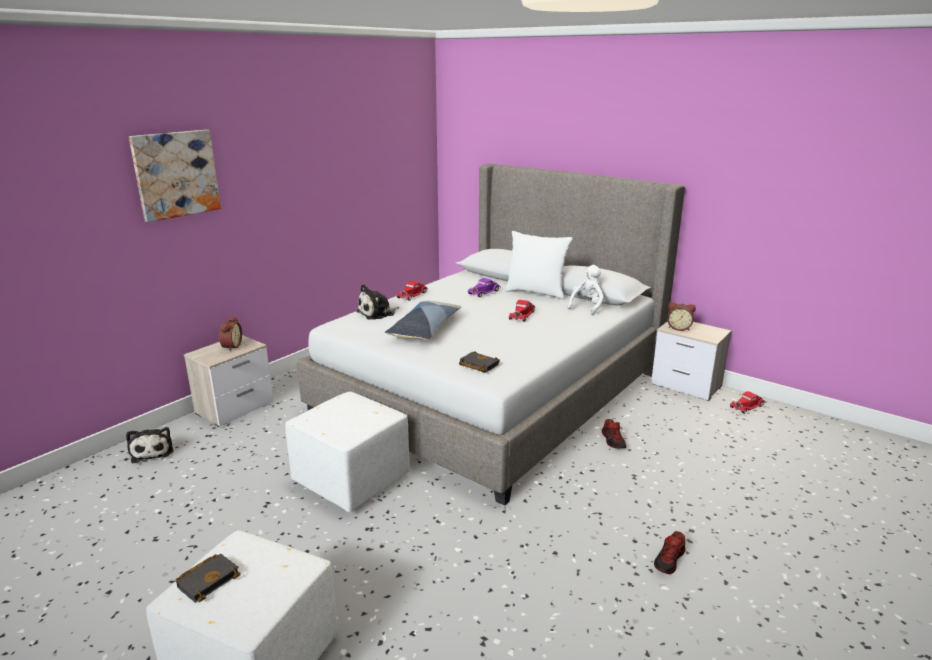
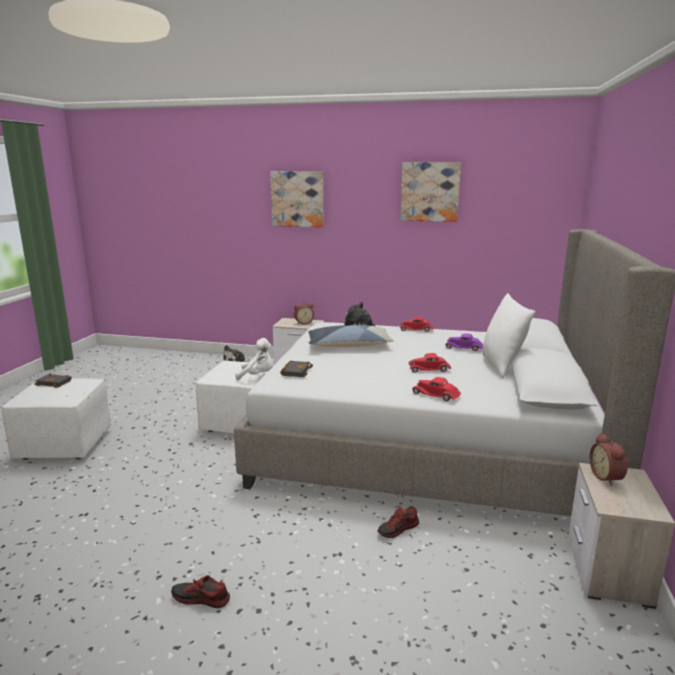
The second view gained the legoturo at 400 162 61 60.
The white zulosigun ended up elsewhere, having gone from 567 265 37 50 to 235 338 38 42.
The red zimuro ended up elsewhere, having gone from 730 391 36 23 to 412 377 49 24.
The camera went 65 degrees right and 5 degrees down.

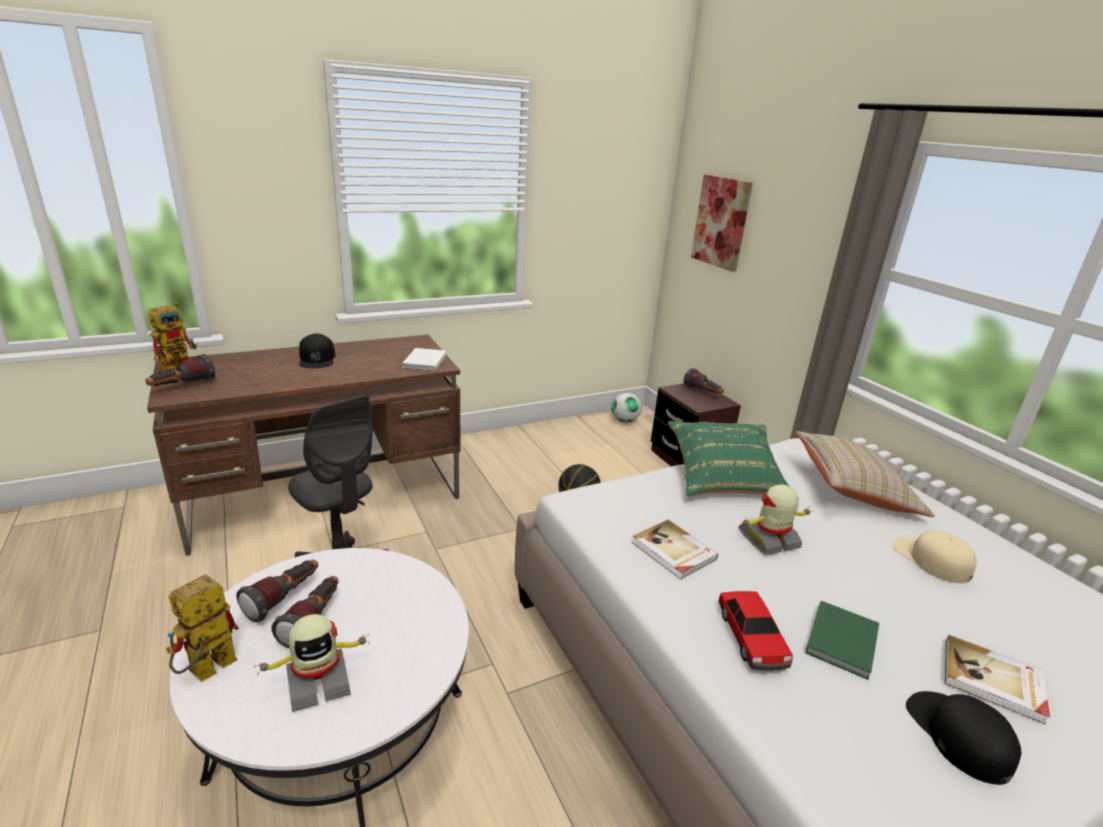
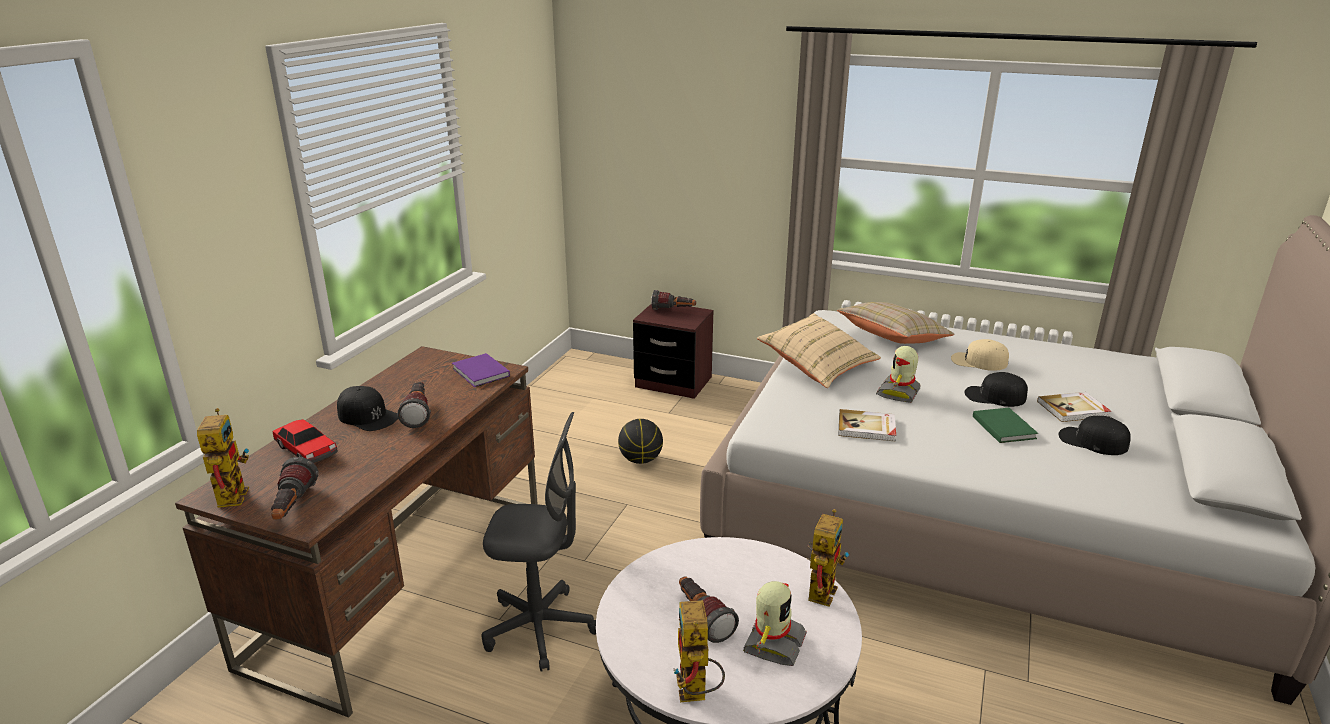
The second view lost the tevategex at 611 393 31 30.
The second view lost the legoturo at 691 174 62 98.
The second view gained the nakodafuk at 808 509 41 98.
The second view gained the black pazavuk at 964 372 64 35.
The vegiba ended up elsewhere, having gone from 236 559 82 63 to 397 382 34 46.
The zimuro ended up elsewhere, having gone from 719 591 74 80 to 273 419 64 44.
What was the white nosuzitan at 403 348 43 23 turned into the purple nosuzitan at 452 353 58 34.
What was the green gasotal at 668 421 122 76 turned into the beige gasotal at 757 313 124 75.
The camera went 40 degrees left and 0 degrees up.

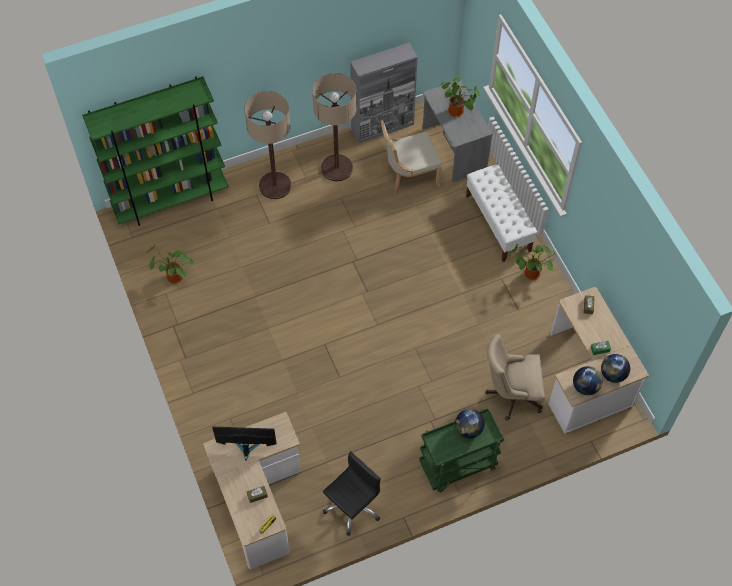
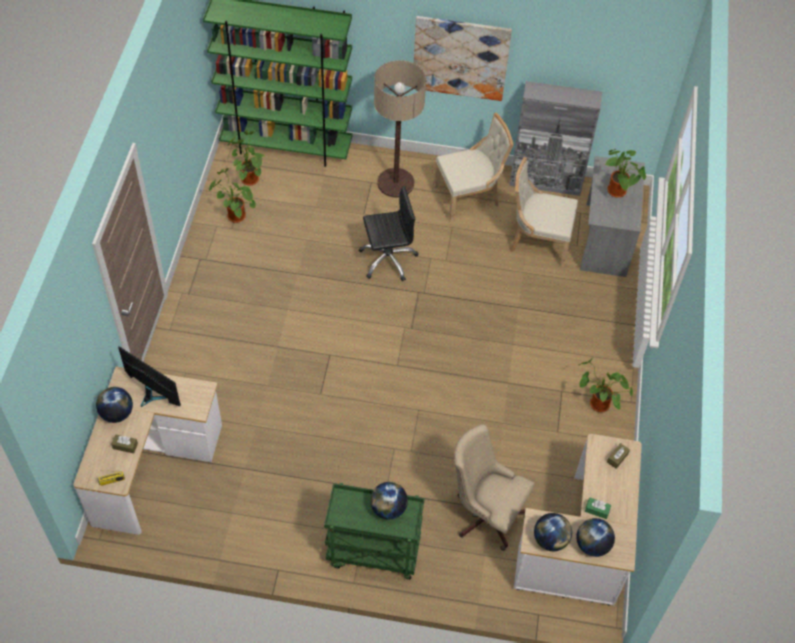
The second view lost the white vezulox at 466 164 72 98.
The second view gained the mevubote at 96 387 37 36.
The second view gained the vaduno at 227 130 38 56.
The second view gained the legoturo at 414 16 98 85.
The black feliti ended up elsewhere, having gone from 323 451 58 85 to 359 186 60 95.
Where the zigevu stood at 312 73 45 109, the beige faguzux came to stand at 433 113 81 110.
The camera went 30 degrees right and 5 degrees down.

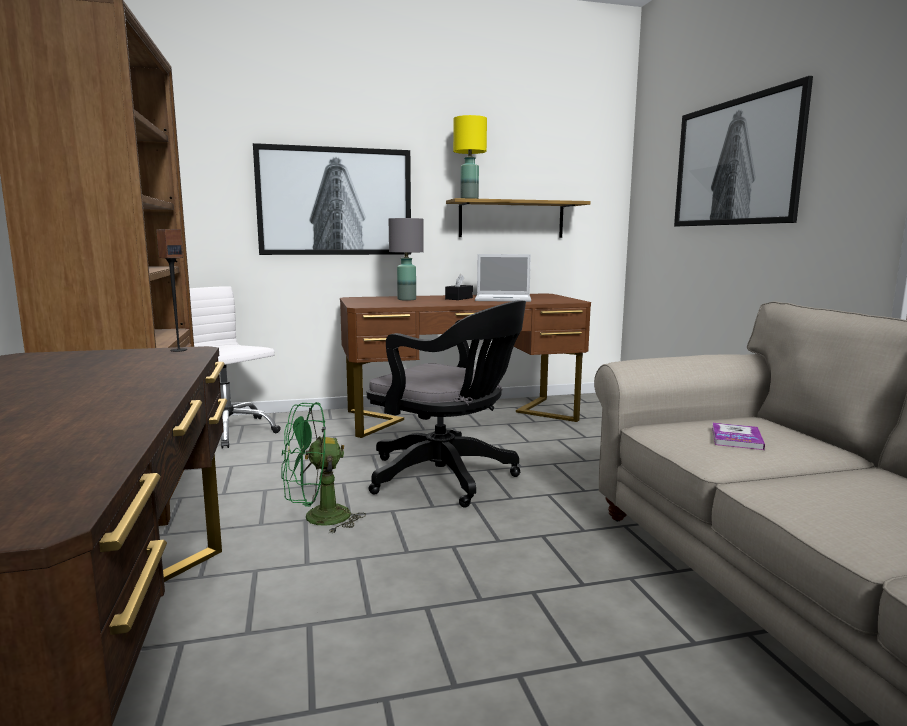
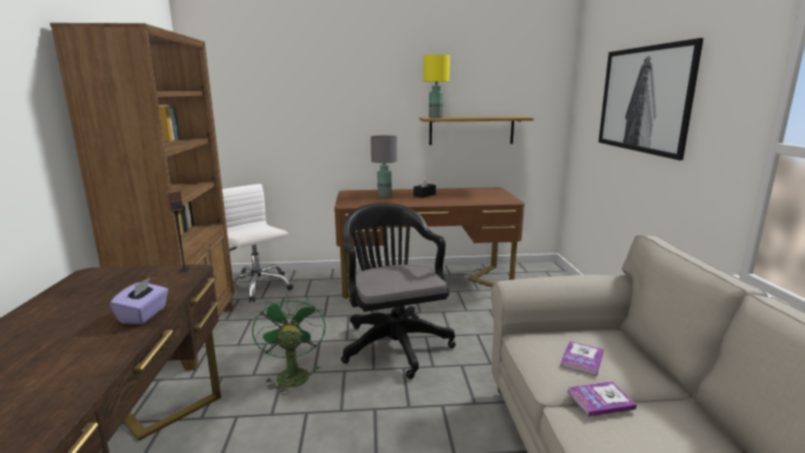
The second view lost the legoturo at 253 143 158 112.
The second view lost the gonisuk at 475 254 56 48.
The second view gained the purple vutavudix at 110 277 58 47.
The second view gained the nosuzitan at 567 381 70 36.
The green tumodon at 282 402 84 132 ended up facing another way, 90 degrees clockwise from before.
The black feliti at 367 300 159 207 ended up facing another way, 150 degrees counterclockwise from before.
The camera went 10 degrees right and 5 degrees up.

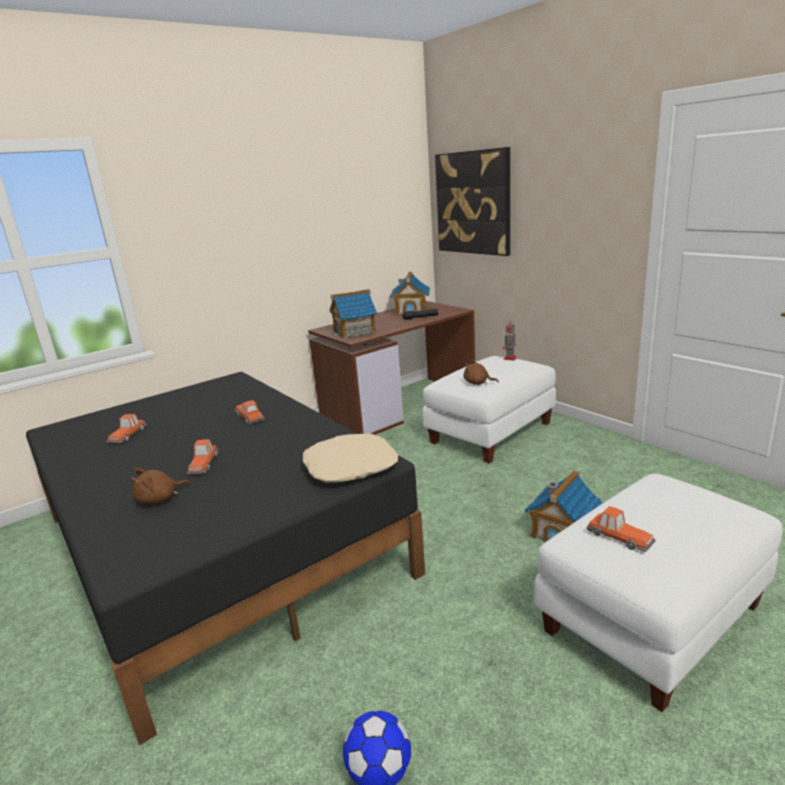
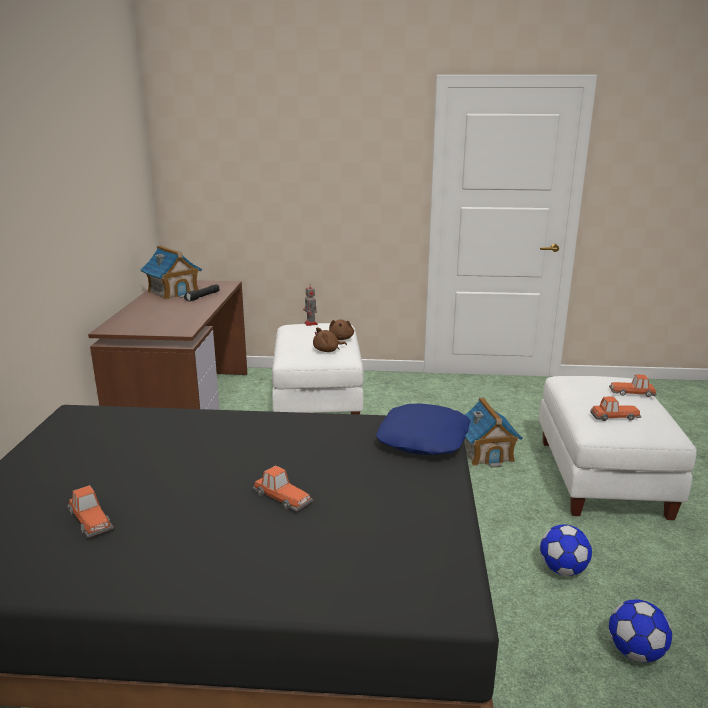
The second view lost the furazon at 330 289 47 50.
The second view lost the legoturo at 435 147 75 109.
The second view gained the tevategex at 540 524 52 52.
The brown zulosigun ended up elsewhere, having gone from 130 468 60 36 to 329 319 25 21.
The zimuro ended up elsewhere, having gone from 235 400 29 24 to 609 374 48 23.
What was the beige gasotal at 303 433 95 50 turned into the blue gasotal at 376 403 94 52.
The camera went 50 degrees left and 0 degrees up.

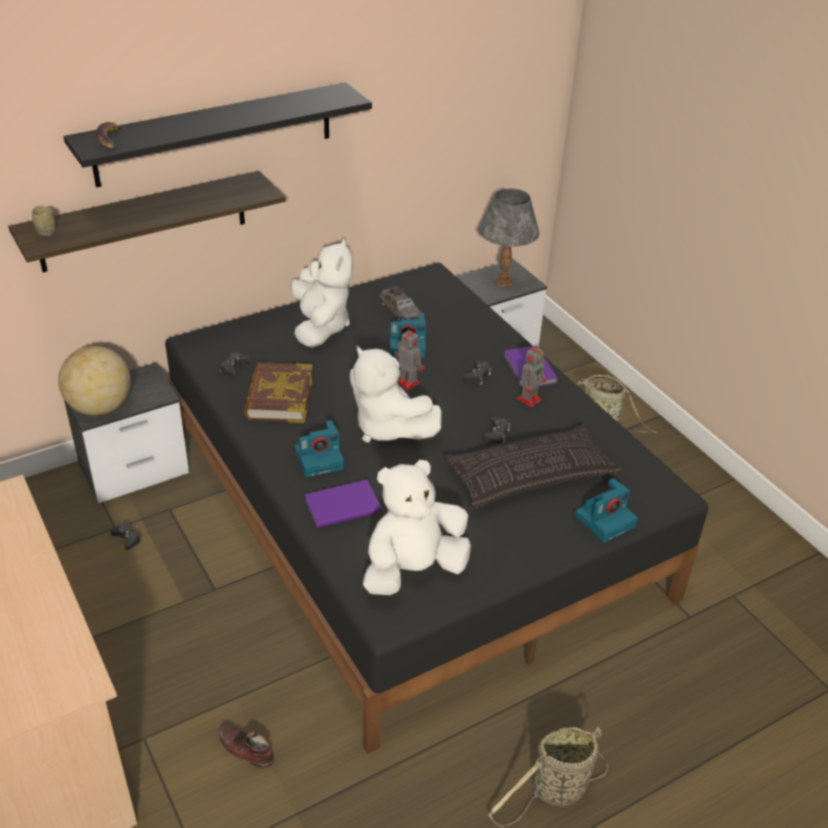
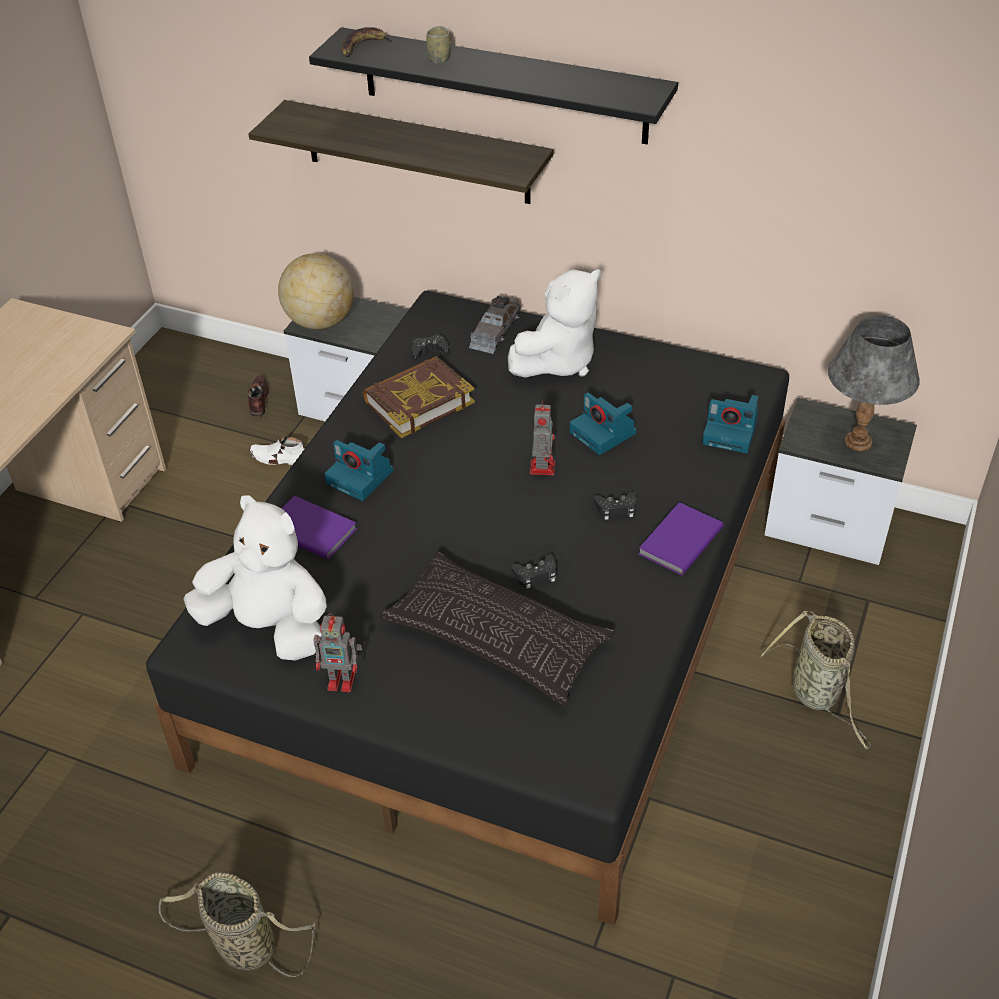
The second view lost the white zulosigun at 349 346 93 97.
The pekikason ended up elsewhere, having gone from 32 206 24 30 to 426 26 25 38.
The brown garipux ended up elsewhere, having gone from 218 724 56 45 to 248 375 21 42.
The grey zimuro ended up elsewhere, having gone from 379 286 45 36 to 469 295 51 59.
The nakodafuk ended up elsewhere, having gone from 517 343 30 64 to 314 614 48 78.
The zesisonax ended up elsewhere, having gone from 575 478 63 64 to 702 395 57 58.
Where the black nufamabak stood at 110 522 32 28, the white garipux came to stand at 249 436 56 29.
The camera went 55 degrees right and 5 degrees up.

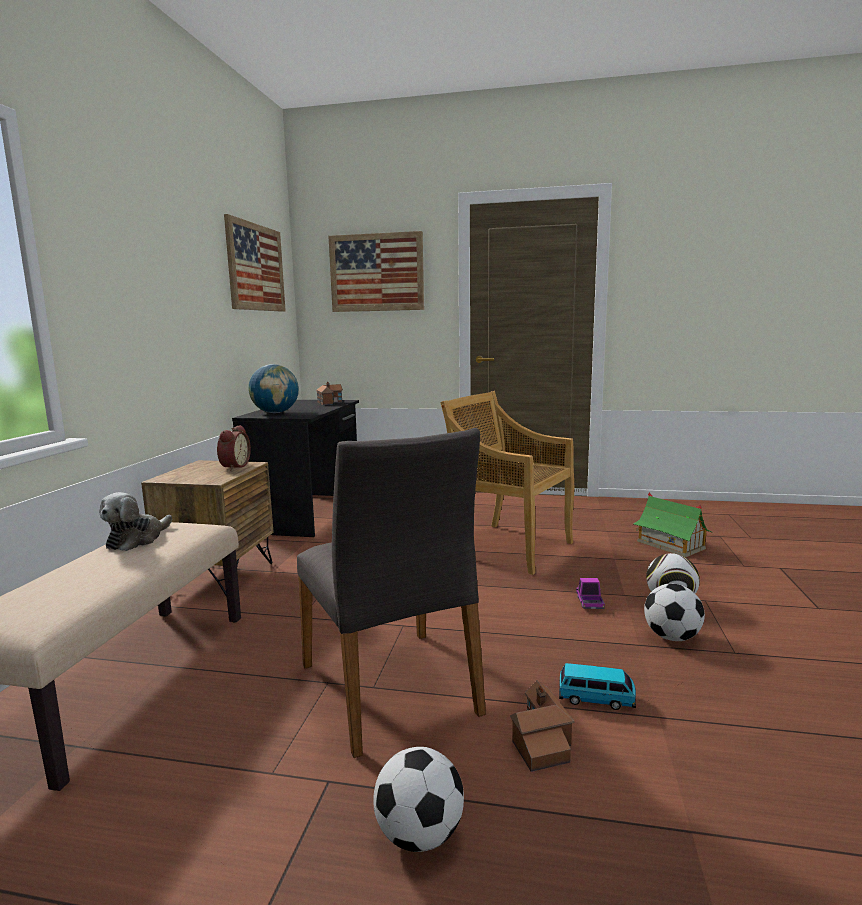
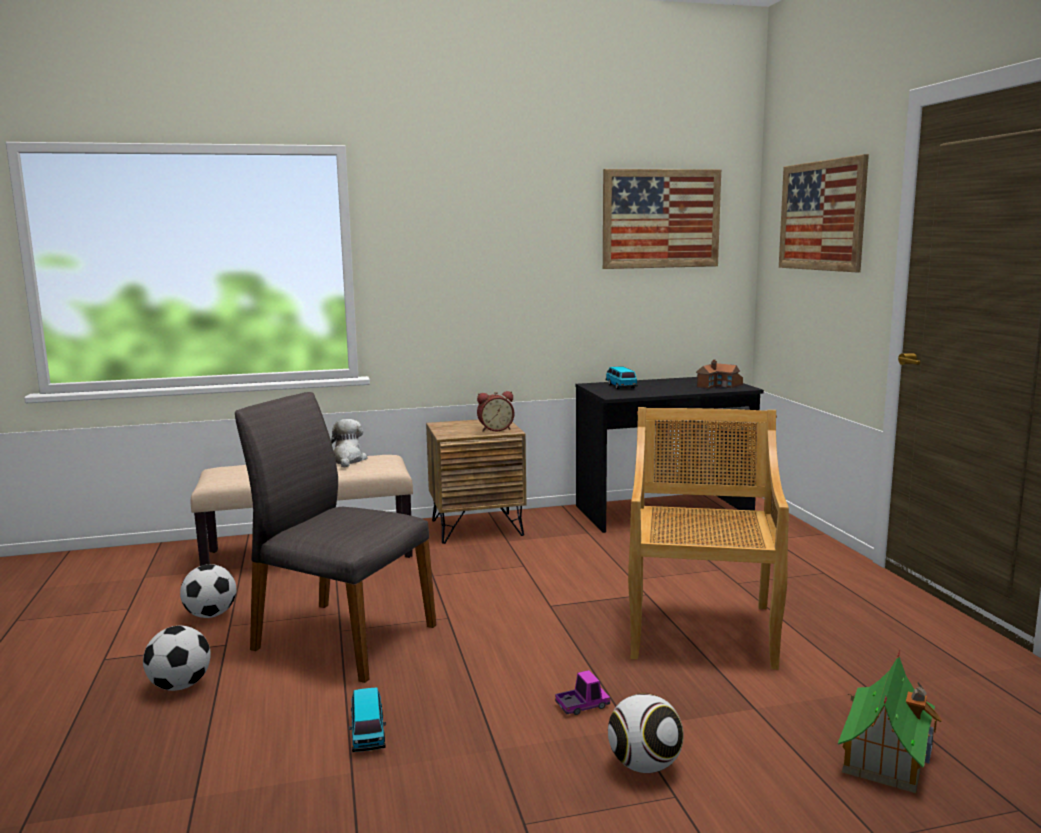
The second view lost the furazon at 510 680 65 92.
The tevategex ended up elsewhere, having gone from 644 584 61 57 to 180 564 56 54.
Where the mevubote stood at 248 364 51 49, the zimuro came to stand at 606 366 32 23.
The zulosigun at 99 492 73 59 ended up facing another way, 90 degrees clockwise from before.
The grey faguzux at 297 428 189 330 ended up facing another way, 75 degrees clockwise from before.
The camera went 65 degrees right and 0 degrees up.

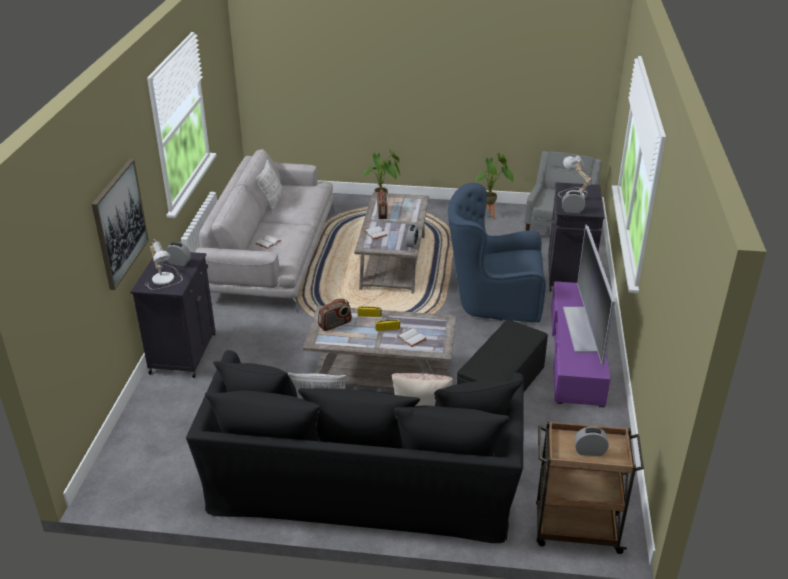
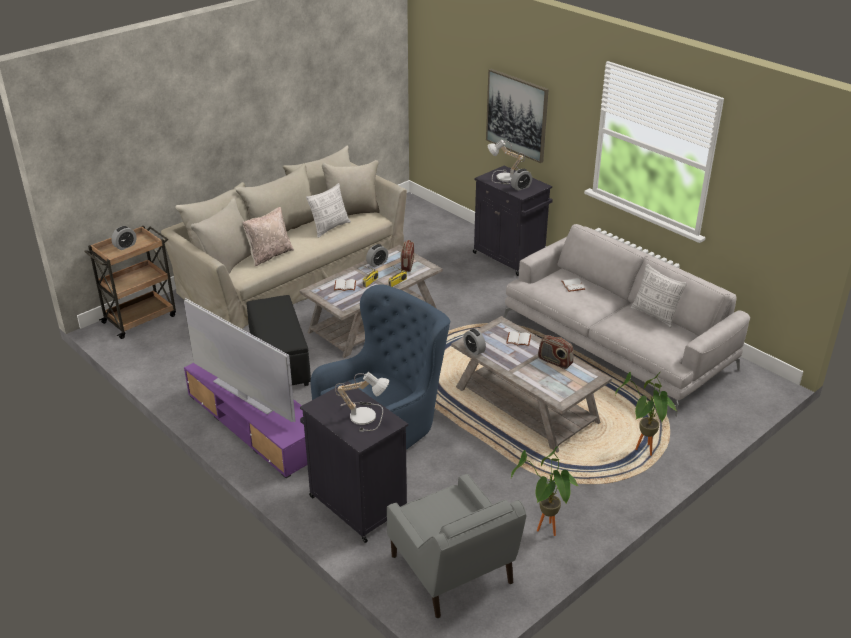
The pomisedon ended up elsewhere, having gone from 562 191 23 22 to 366 244 22 24.
What was the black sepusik at 186 350 338 193 turned into the beige sepusik at 161 146 246 183.
The camera went 130 degrees right and 0 degrees up.

